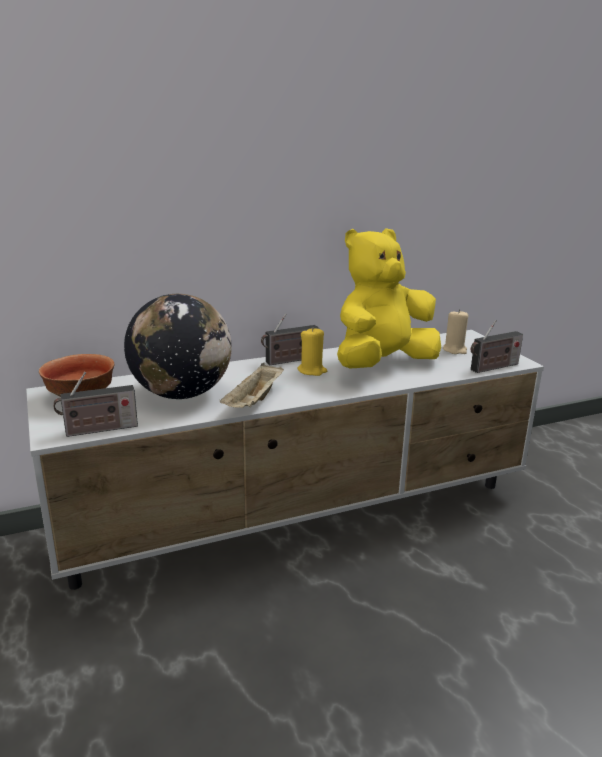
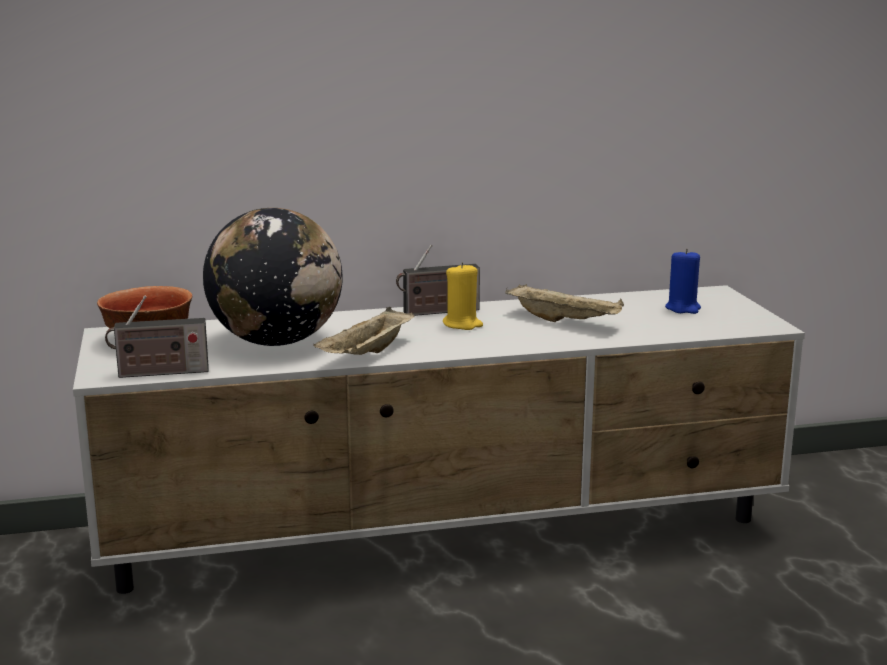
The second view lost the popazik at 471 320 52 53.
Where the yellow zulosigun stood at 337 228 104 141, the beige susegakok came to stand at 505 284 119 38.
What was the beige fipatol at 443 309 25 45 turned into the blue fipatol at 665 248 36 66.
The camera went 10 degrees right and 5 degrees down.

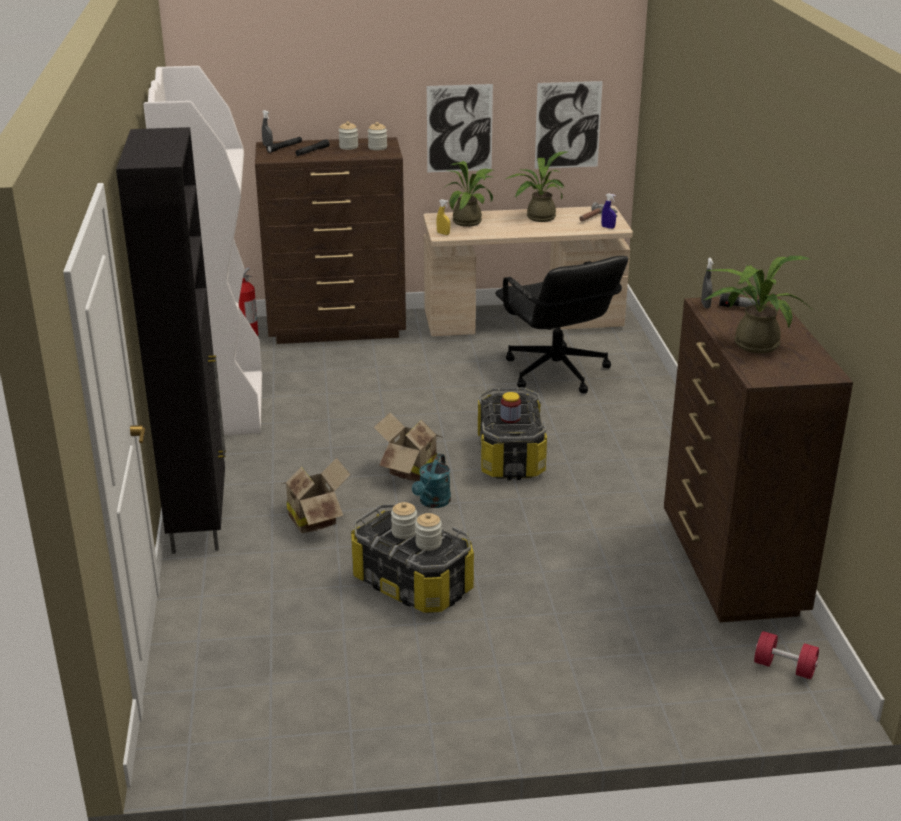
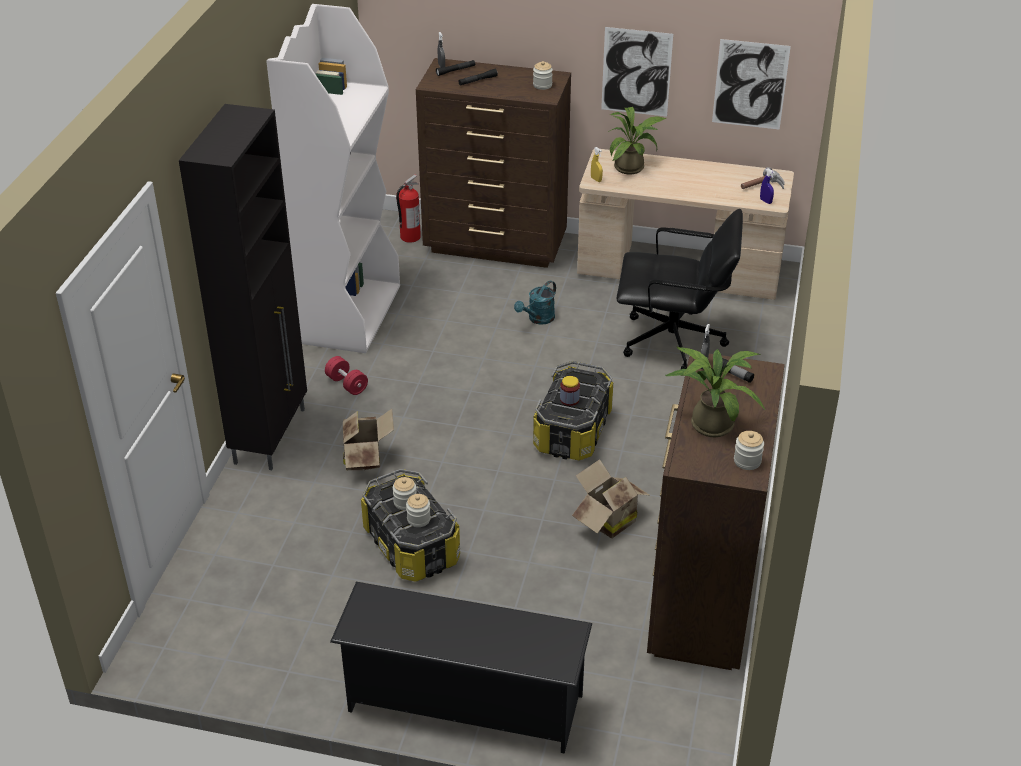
The second view lost the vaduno at 505 151 62 71.
The second view gained the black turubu at 330 582 262 172.
The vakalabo ended up elsewhere, having gone from 338 121 20 29 to 734 431 30 39.
The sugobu ended up elsewhere, having gone from 374 412 70 69 to 572 459 79 80.
The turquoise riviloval ended up elsewhere, having gone from 412 454 39 54 to 514 281 42 44.
The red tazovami ended up elsewhere, having gone from 754 631 65 48 to 325 356 43 39.
The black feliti at 495 256 133 137 ended up facing another way, 75 degrees counterclockwise from before.
The camera went 20 degrees right and 10 degrees up.

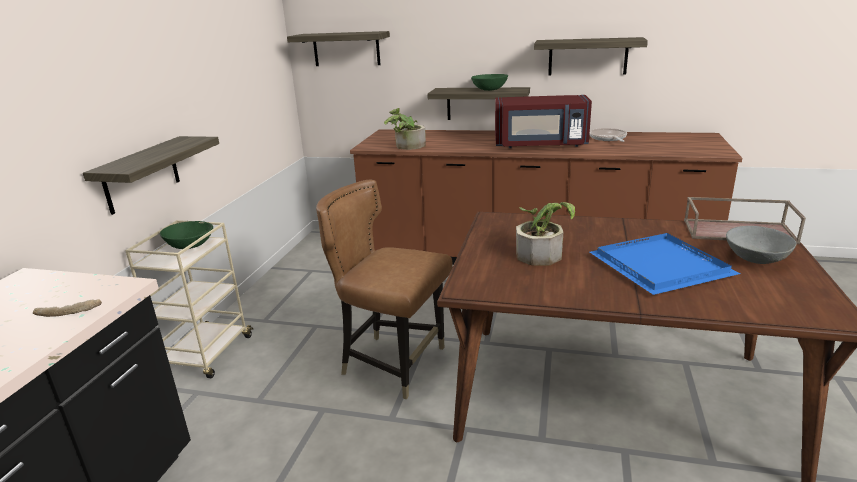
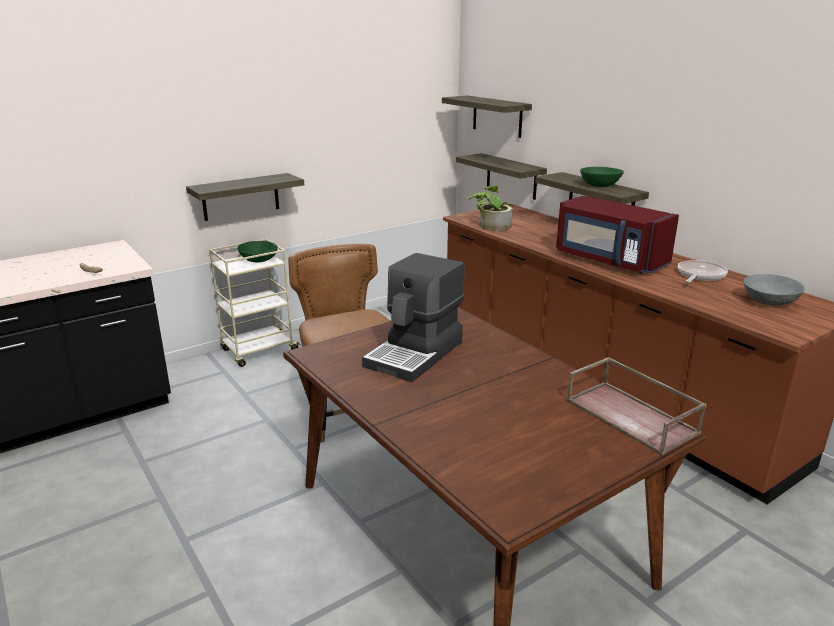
The second view lost the blue susegakok at 590 233 150 62.
The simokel ended up elsewhere, having gone from 534 37 114 39 to 456 153 91 47.
The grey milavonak ended up elsewhere, having gone from 726 226 71 38 to 743 274 62 32.
Where the vaduno stood at 516 202 59 64, the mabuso came to stand at 362 253 103 129.
The camera went 40 degrees right and 0 degrees up.

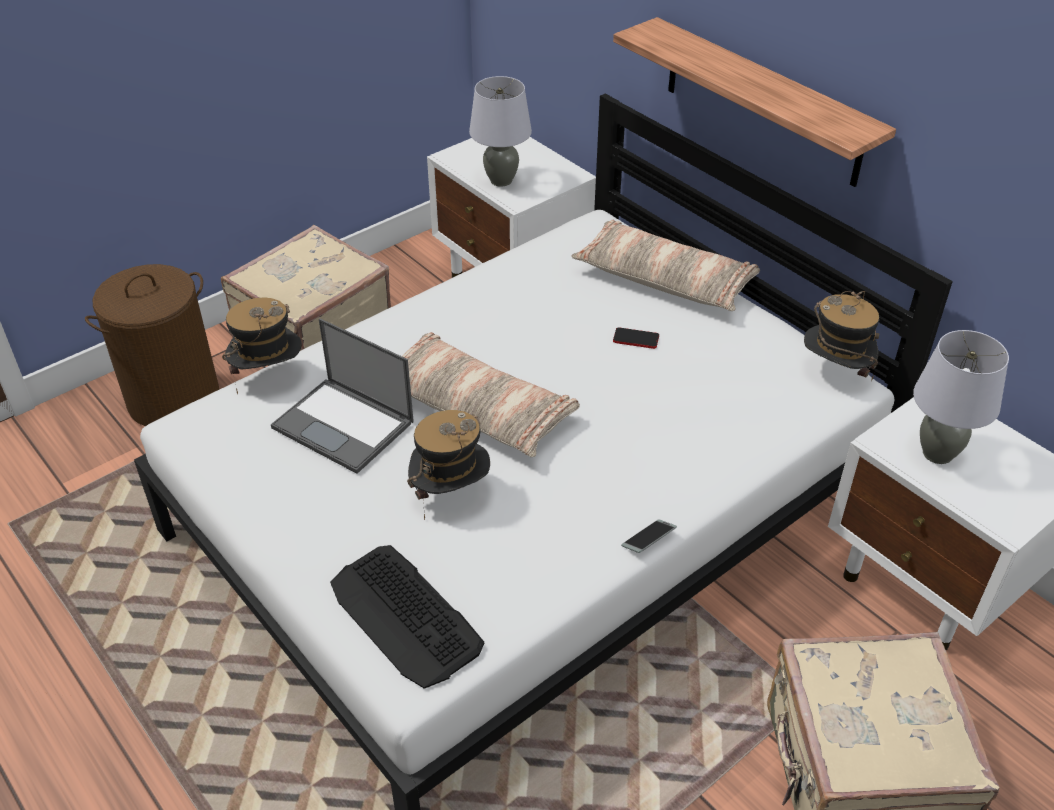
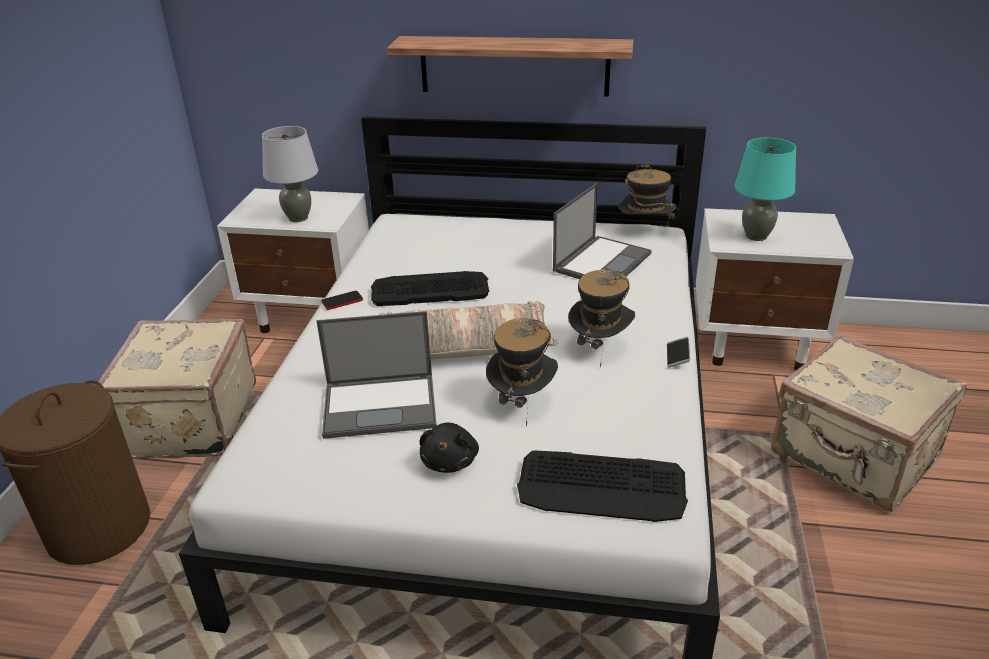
The second view lost the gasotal at 571 220 189 91.
The second view gained the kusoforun at 371 271 118 35.
The second view gained the black zulosigun at 419 422 60 51.
The second view gained the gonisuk at 553 183 99 96.
The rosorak ended up elsewhere, having gone from 222 297 80 97 to 568 270 67 98.
The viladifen ended up elsewhere, having gone from 613 327 46 22 to 321 291 42 19.
What was the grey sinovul at 913 330 96 134 turned into the turquoise sinovul at 734 138 62 103.
The camera went 40 degrees left and 10 degrees down.

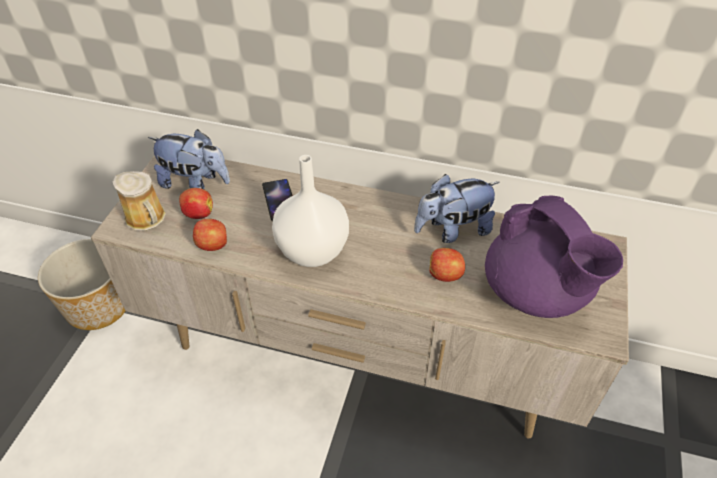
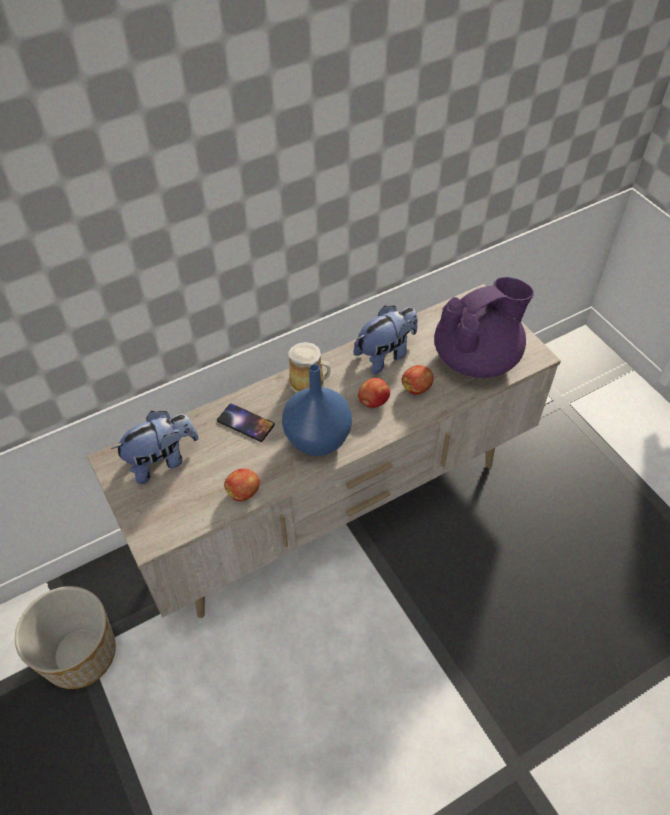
The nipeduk ended up elsewhere, having gone from 113 171 53 60 to 288 342 43 51.
The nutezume ended up elsewhere, having gone from 179 188 34 31 to 358 378 32 30.
What was the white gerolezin at 272 155 77 112 turned into the blue gerolezin at 282 364 70 92.
The zulosigun at 414 174 86 69 ended up facing another way, 150 degrees counterclockwise from before.
The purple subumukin at 485 196 138 122 ended up facing another way, 45 degrees counterclockwise from before.
The camera went 45 degrees left and 5 degrees up.

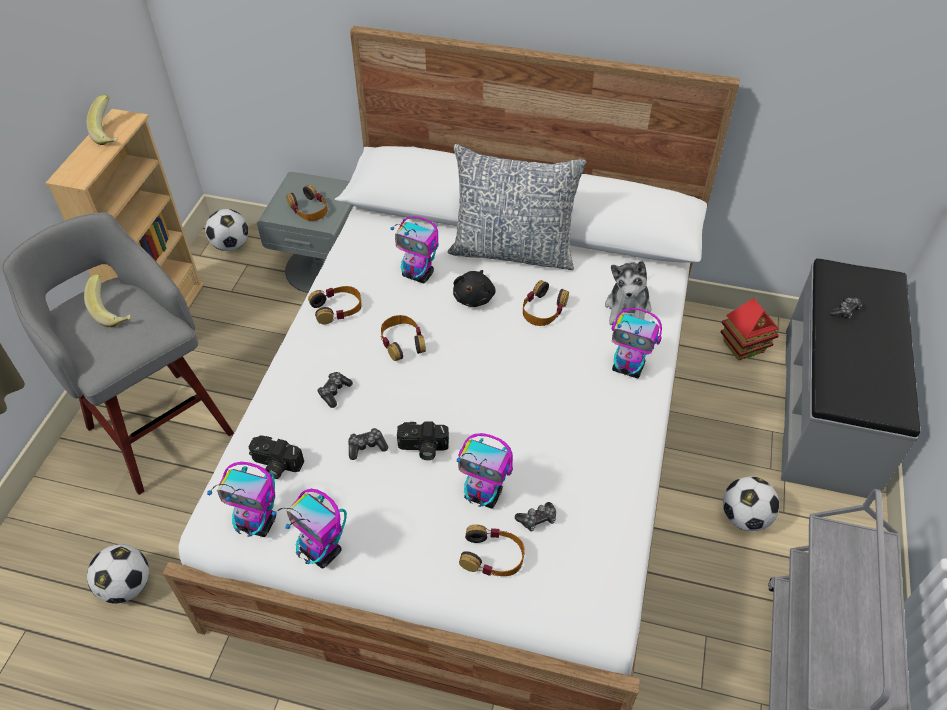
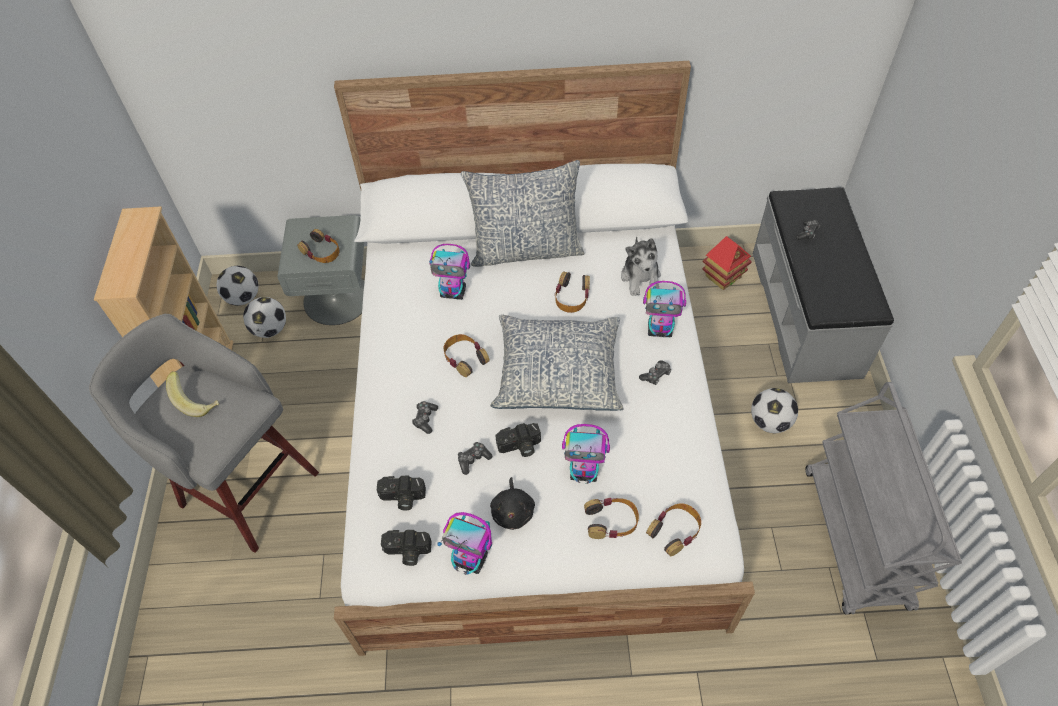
The second view lost the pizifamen at 86 95 31 50.
The second view gained the gasotal at 490 314 134 97.
The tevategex ended up elsewhere, having gone from 87 544 62 60 to 243 297 43 41.
The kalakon ended up elsewhere, having gone from 308 286 54 38 to 646 503 55 53.
The black zulosigun ended up elsewhere, having gone from 453 270 43 37 to 490 477 45 53.
The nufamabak ended up elsewhere, having gone from 515 502 41 29 to 639 360 32 25.
Where the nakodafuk stood at 207 462 69 75, the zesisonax came to stand at 381 530 51 36.
The camera went 15 degrees left and 5 degrees up.

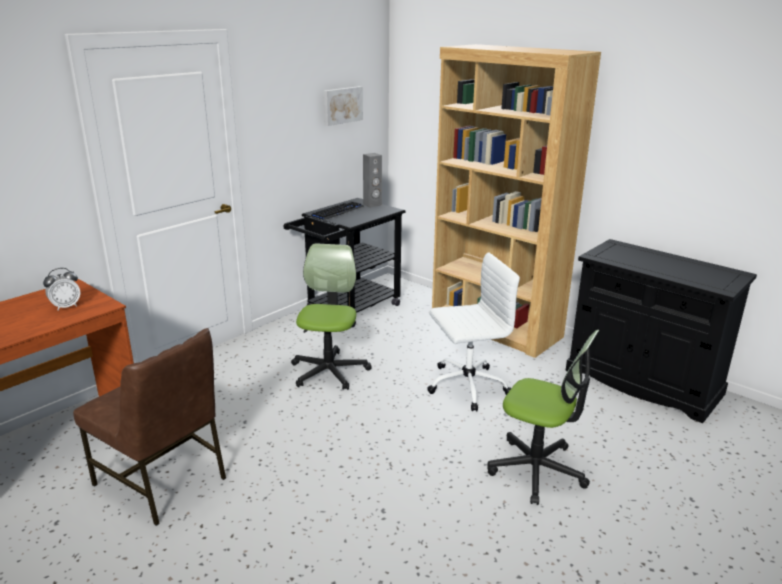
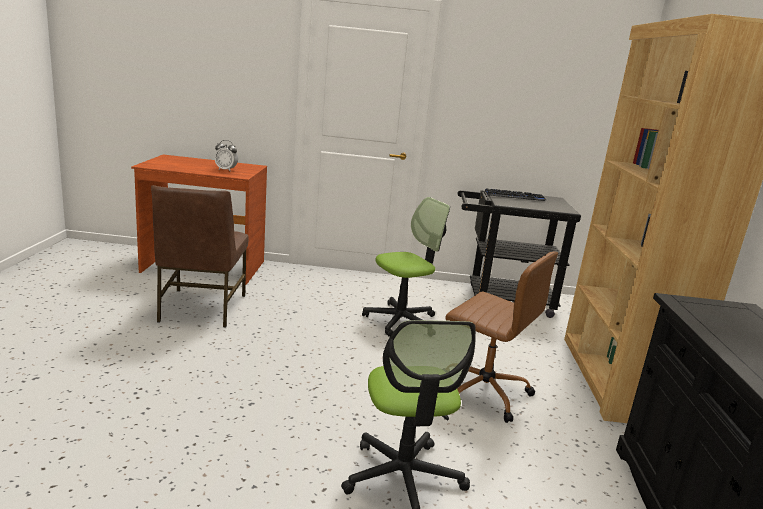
The second view lost the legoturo at 323 86 40 40.
The second view lost the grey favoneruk at 363 153 19 54.
What was the white feliti at 427 253 93 158 turned into the brown feliti at 445 251 113 172.
The camera went 50 degrees right and 5 degrees down.

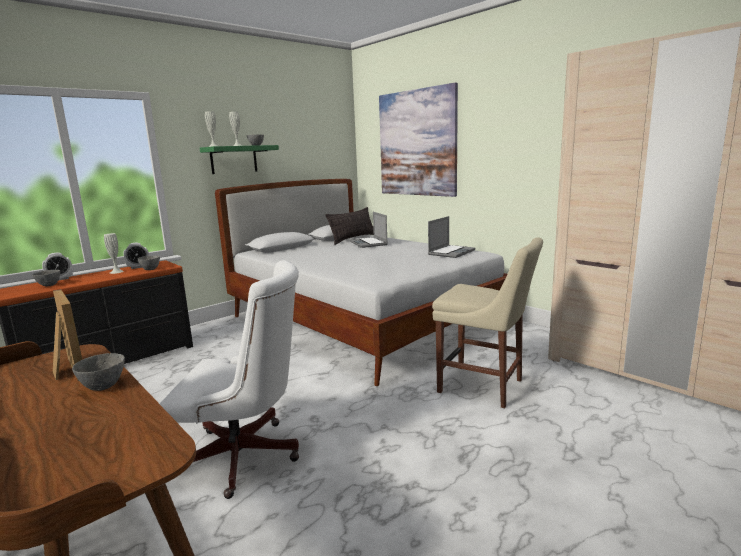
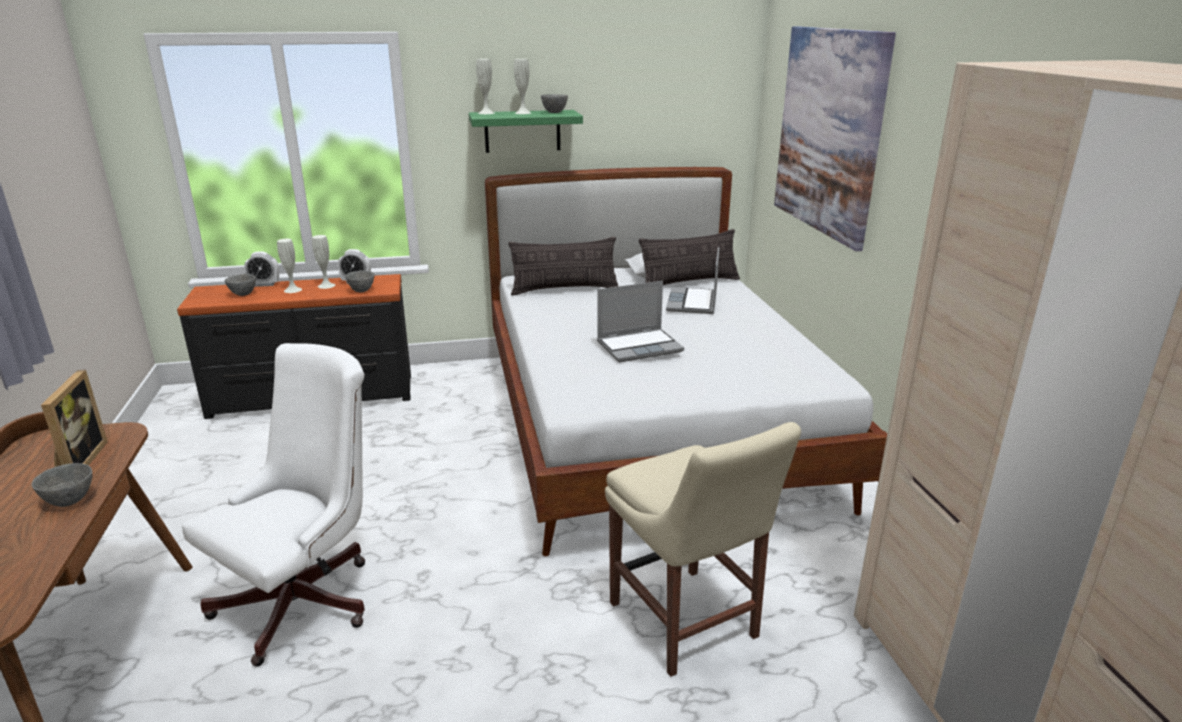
The second view gained the white gerolezin at 277 239 25 54.
The second view gained the gasotal at 508 237 110 58.
The gonisuk ended up elsewhere, having gone from 428 216 48 42 to 597 281 87 81.
The white feliti at 160 260 139 239 ended up facing another way, 90 degrees counterclockwise from before.
The camera went 30 degrees right and 10 degrees up.

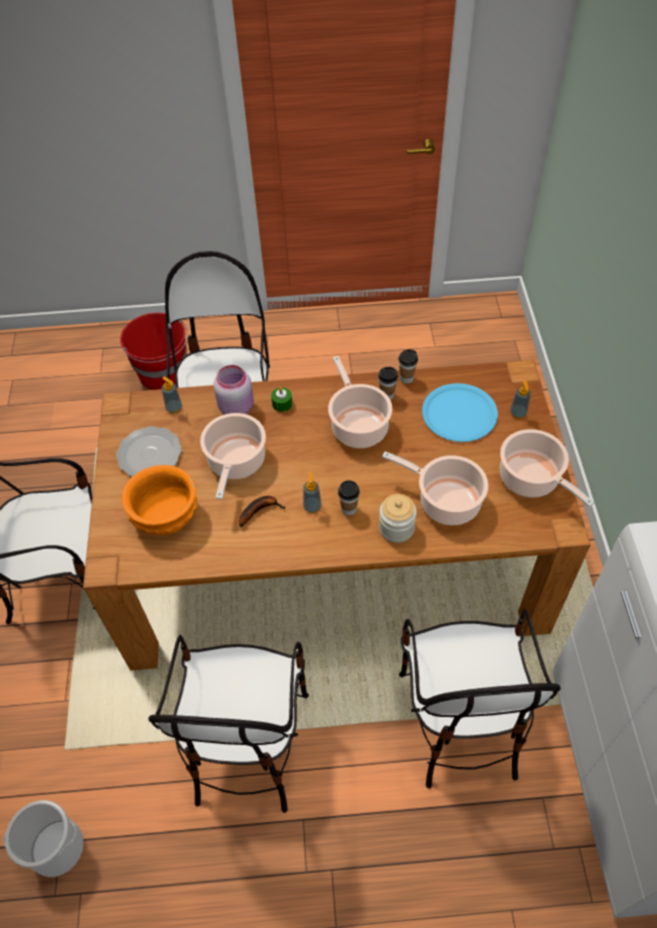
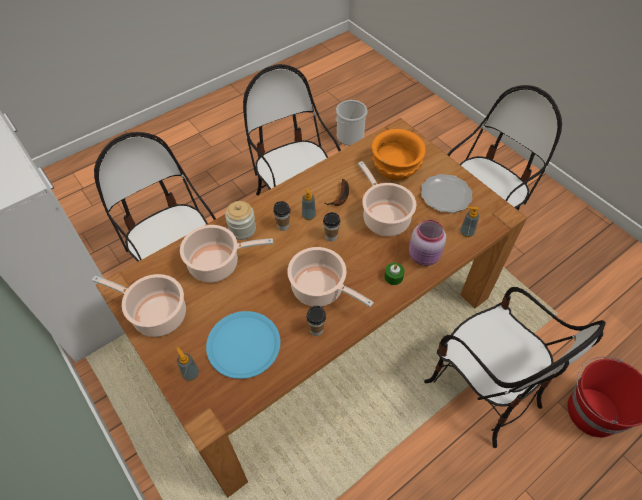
The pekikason ended up elsewhere, having gone from 398 349 20 35 to 323 212 17 29.
The camera went 145 degrees right and 0 degrees up.

